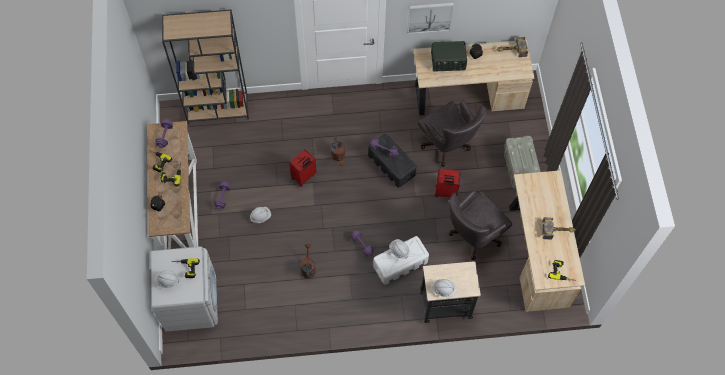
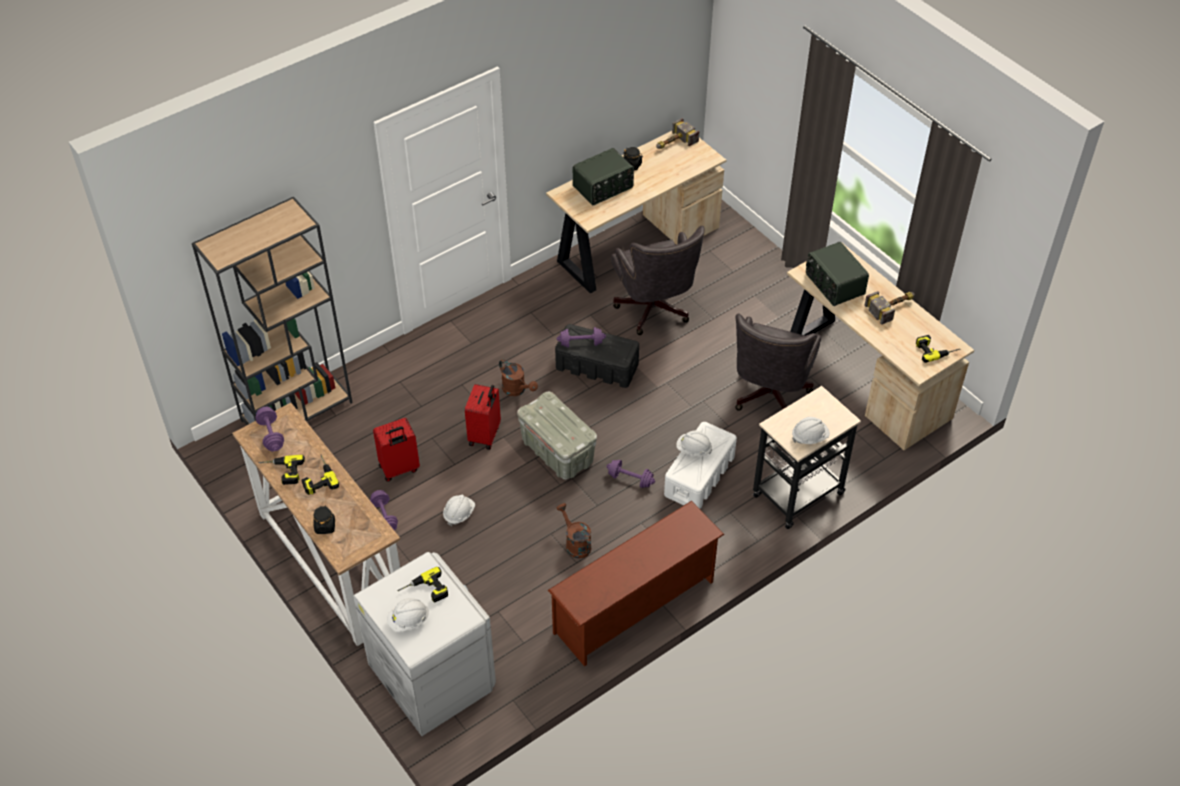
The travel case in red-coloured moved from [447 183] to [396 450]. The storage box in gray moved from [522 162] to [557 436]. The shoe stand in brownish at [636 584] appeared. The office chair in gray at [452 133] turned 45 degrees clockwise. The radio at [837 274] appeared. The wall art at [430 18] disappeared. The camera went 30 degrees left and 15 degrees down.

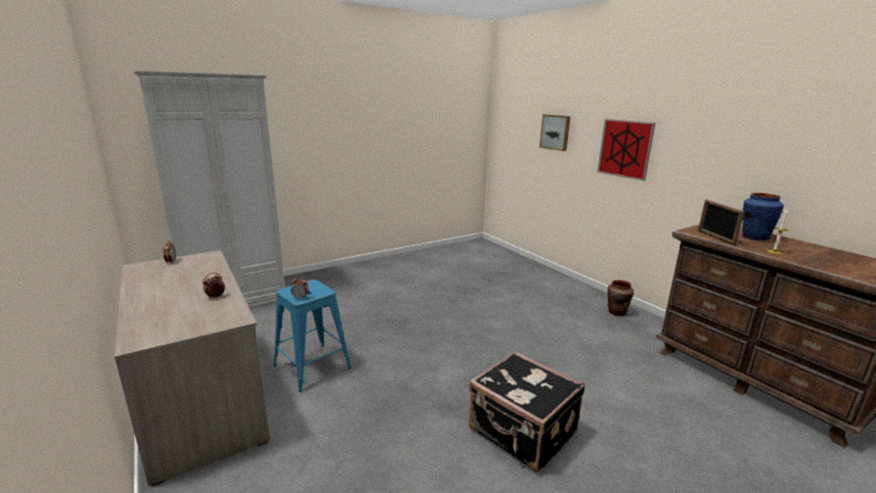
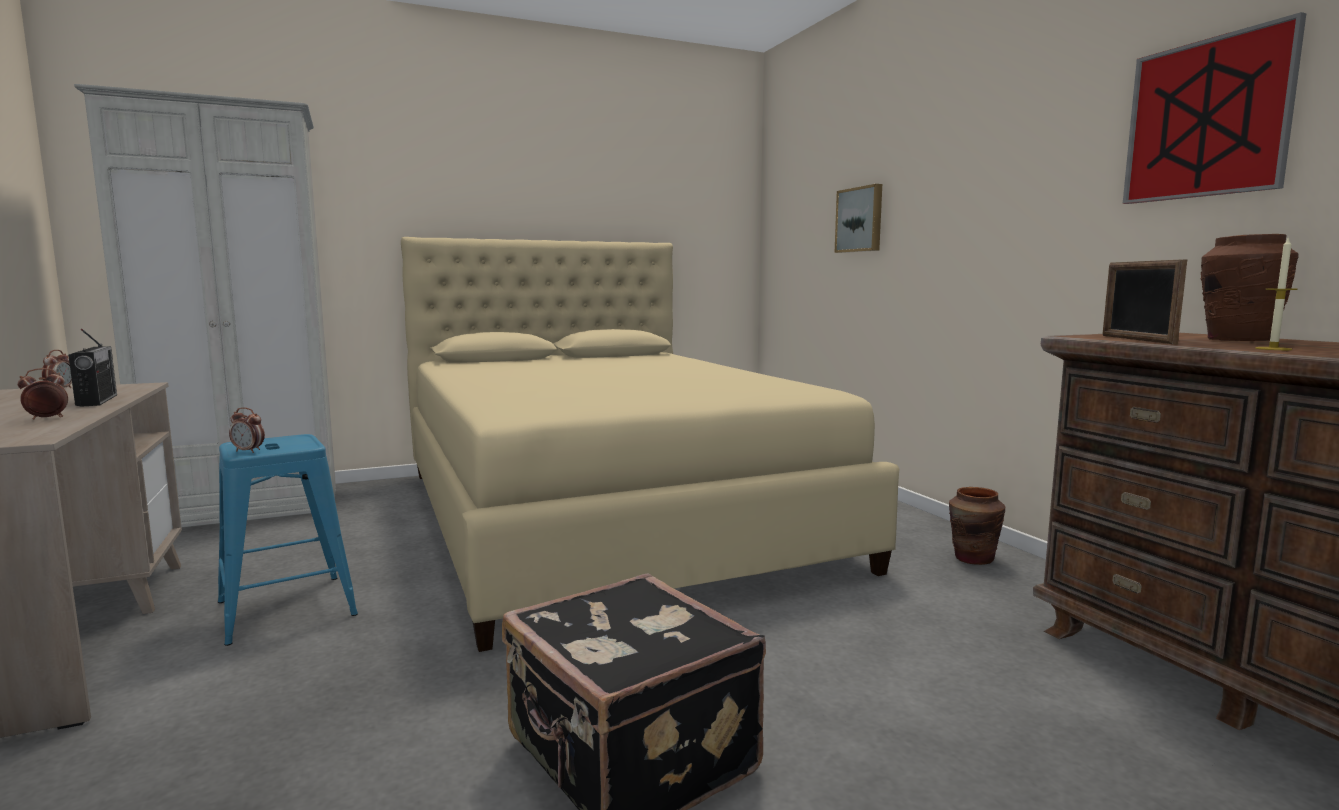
The radio at [92 368] appeared. The sleeping bed in beige at [650 444] appeared. The wall art moved from [626 150] to [1215 108]. The flower vase in blue-coloured at [763 217] became the flower vase in brownish at [1250 287]. The camera went 10 degrees right and 10 degrees down.

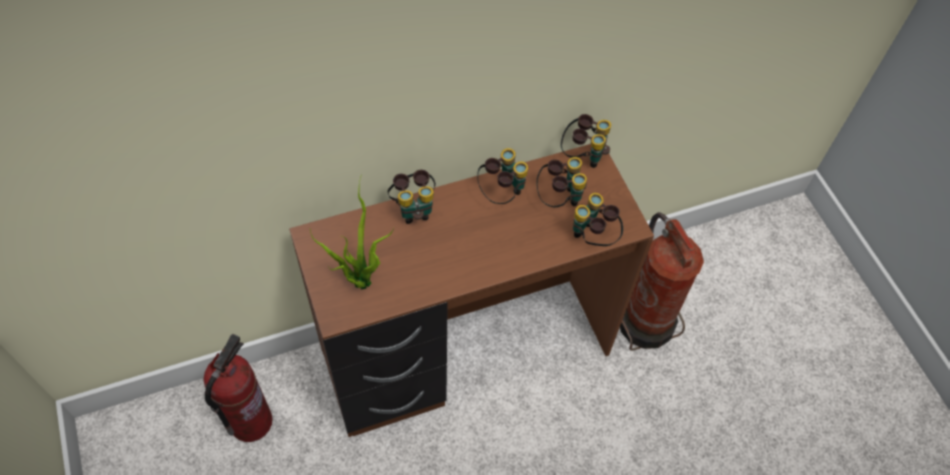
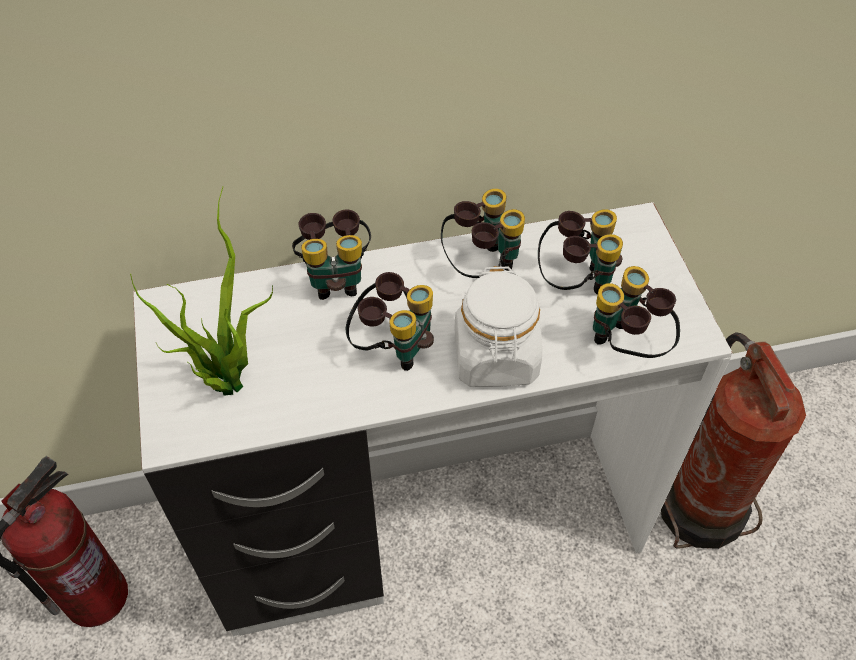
The desk in brownish at [471 290] became the desk in white at [432 419]. The binoculars moved from [586 141] to [390 321]. The storage jar in white at [498 326] appeared. The camera went 10 degrees right and 5 degrees down.

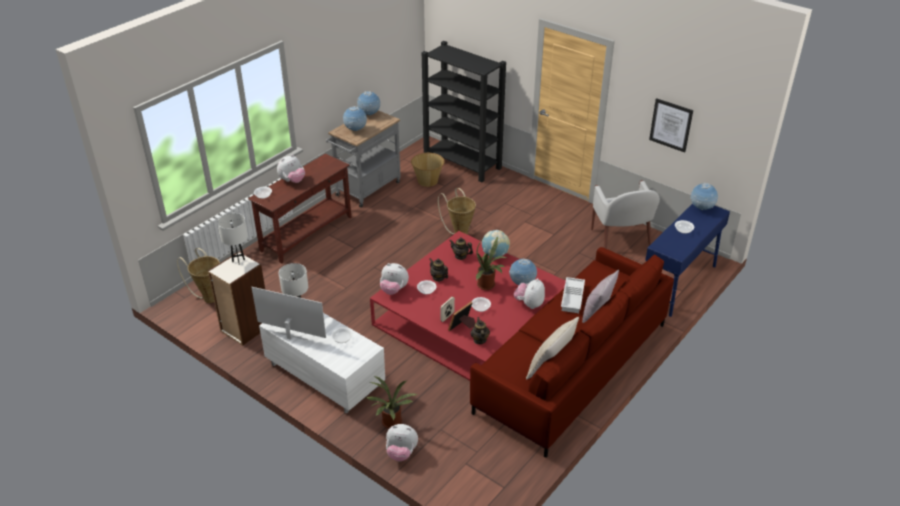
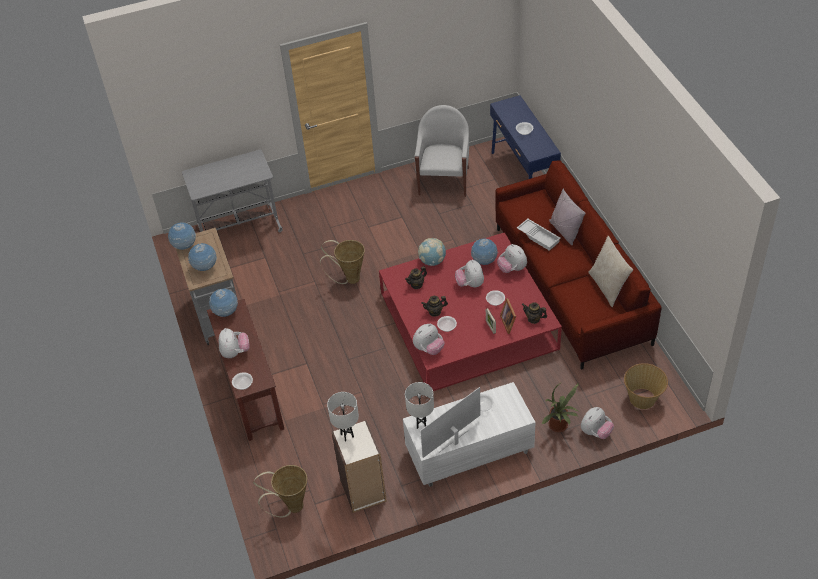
The shelving unit in blackish at [464 112] was replaced by the desk in gray at [232 191]. The globe moved from [704 196] to [223 303]. The easy chair in white at [625 214] turned 105 degrees counterclockwise. The plant in a pot at [491 263] was replaced by the soft toy at [469 273]. The household basket moved from [428 170] to [646 386]. The wall art at [671 125] disappeared. The camera went 55 degrees left and 10 degrees up.

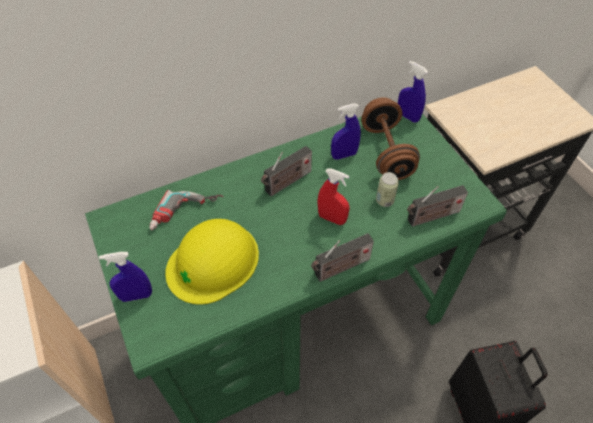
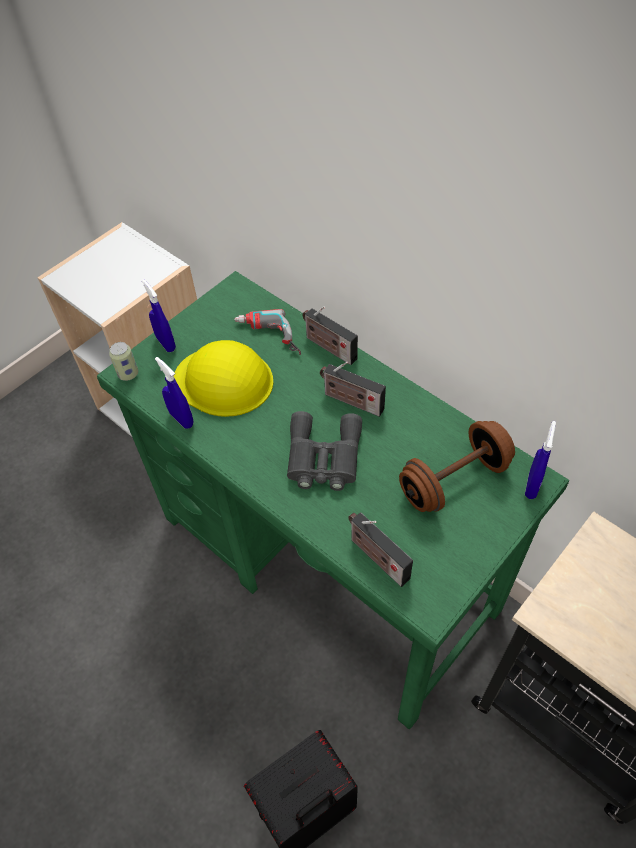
The metal can moved from [387 189] to [123 361]. The sprayer in blue-coloured moved from [346 131] to [174 393]. The sprayer in red-coloured at [333 196] was replaced by the binoculars in gray at [324 451]. The radio moved from [342 257] to [330 335]. The camera went 70 degrees right and 0 degrees up.

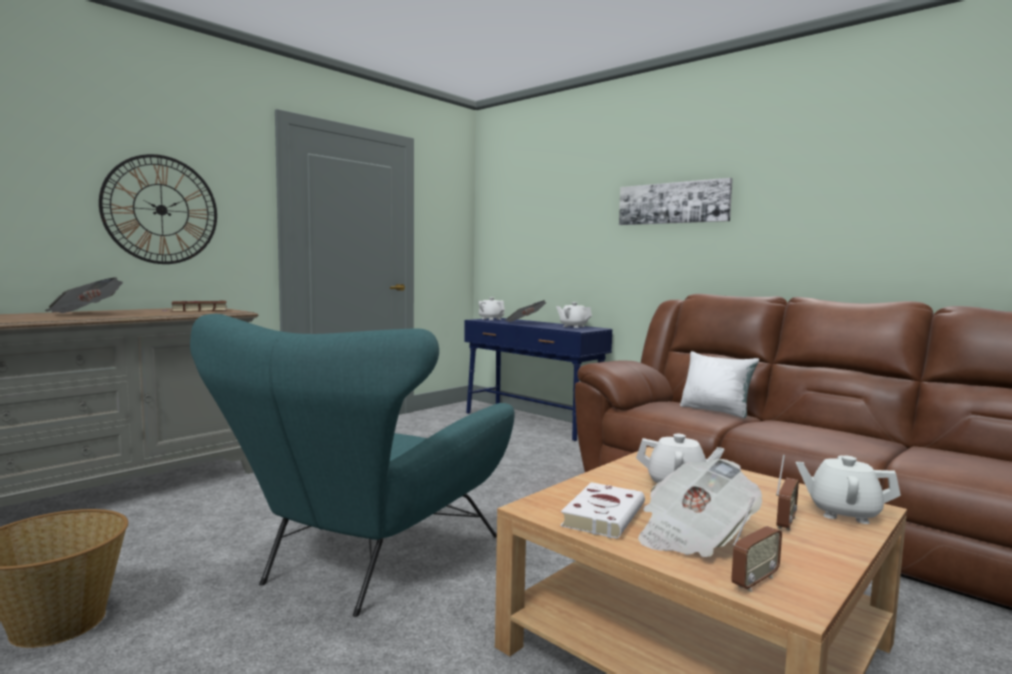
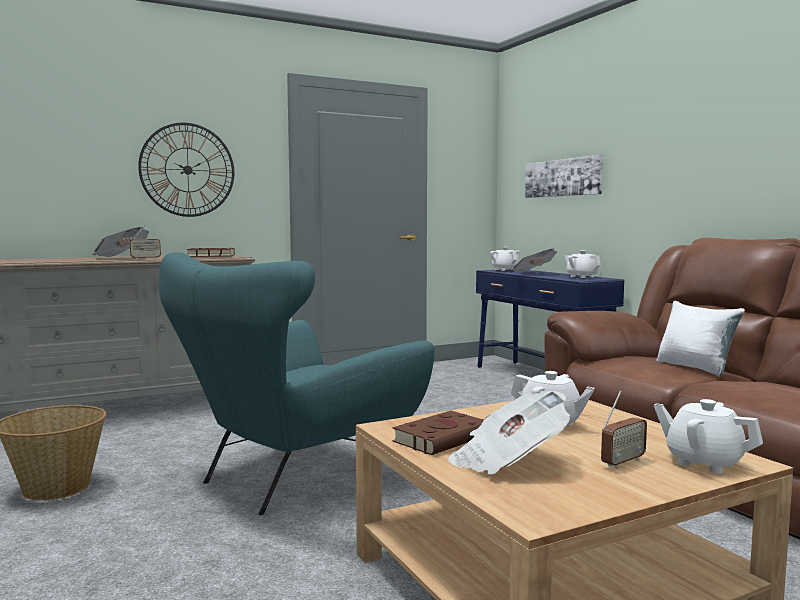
The radio moved from [756 544] to [145 242]. The volume in white at [602 510] became the volume in brownish at [438 433]. The wall art moved from [676 201] to [564 176]. The camera went 20 degrees right and 0 degrees up.

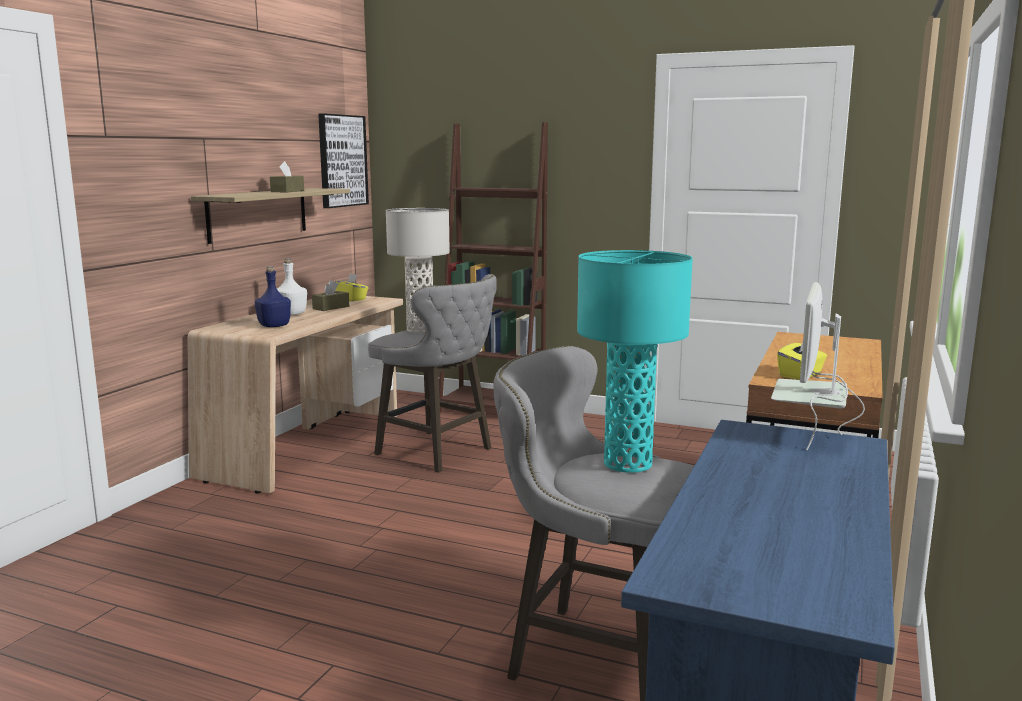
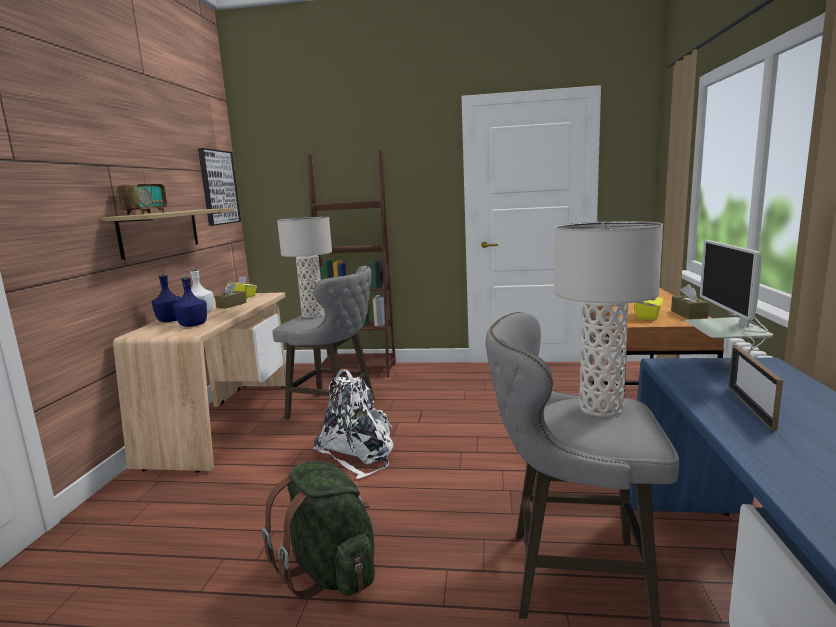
The radio at [142 188] appeared. The beverage bottle in blue-coloured at [166 297] appeared. The rucksack in greenish at [318 530] appeared. The rucksack in white at [353 424] appeared. The table lamp in turquoise-coloured at [635 361] became the table lamp in white at [609 319]. The tissue box in brownish moved from [287 176] to [690 301]. The photo frame at [756 388] appeared. The camera went 15 degrees left and 0 degrees up.

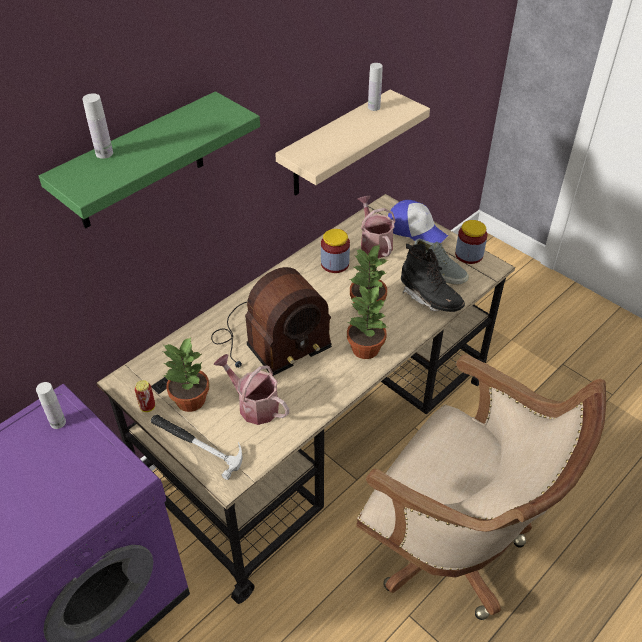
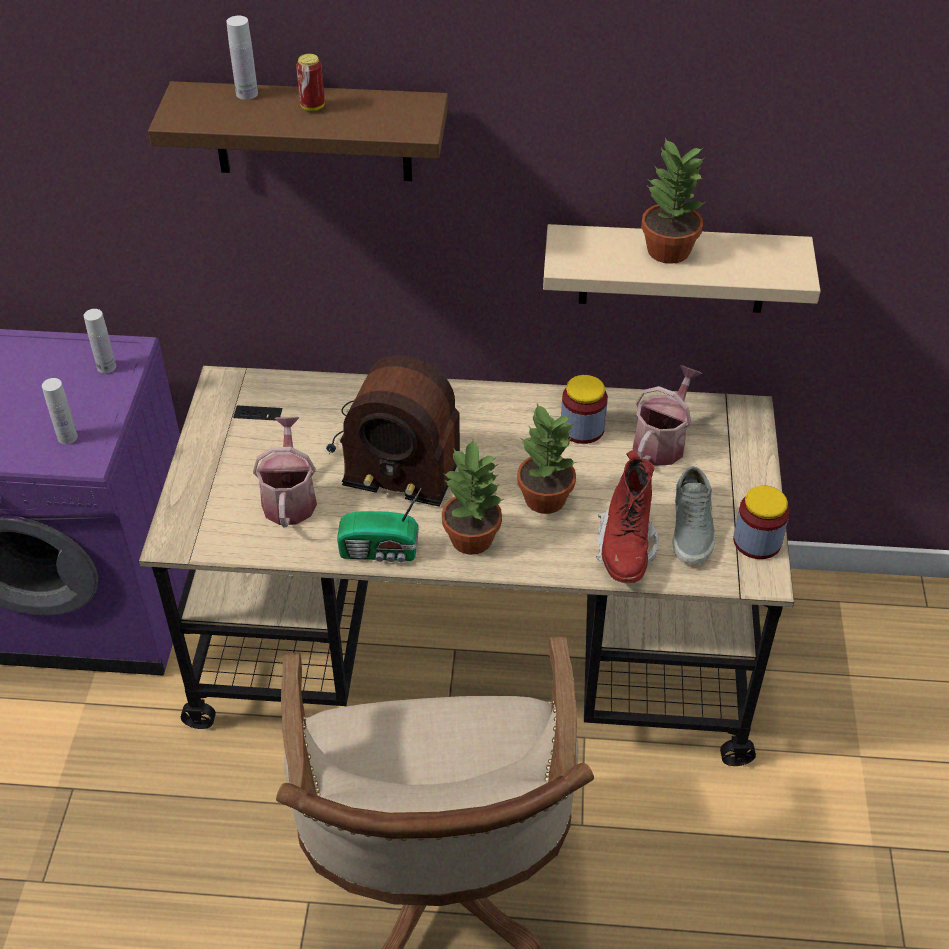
The beverage bottle in white moved from [375 87] to [60 411]. The shelf in greenish at [149 160] became the shelf in brownish at [298 131]. The metal can moved from [145 396] to [310 82]. The radio at [379 525] appeared. The tall boot in blackish at [433 278] became the tall boot in red-coloured at [627 516]. The plant in a pot moved from [186 374] to [673 201]. The hand hammer at [197 447] disappeared. The peaked cap at [418 221] disappeared. The camera went 50 degrees right and 0 degrees up.

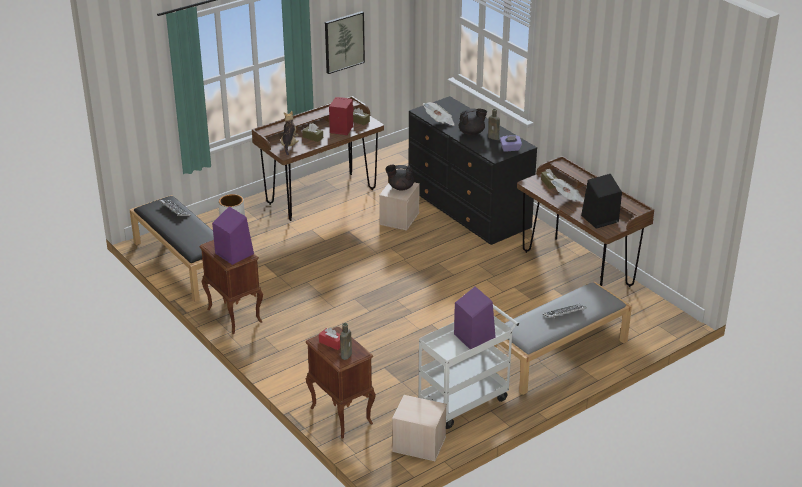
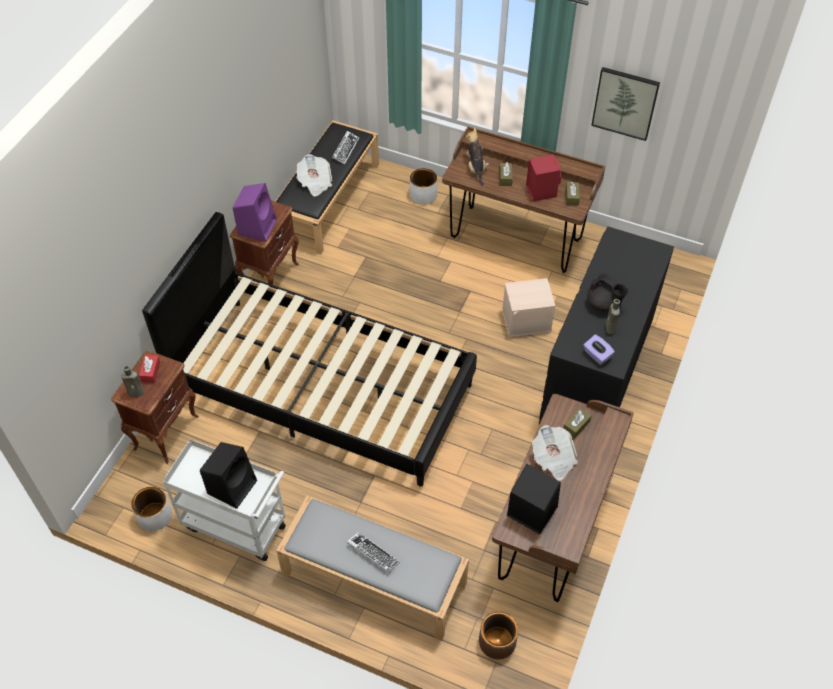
The storage box in beige at [419 428] was replaced by the plant pot in white at [151 509]. The sleeping bed in blackish at [309 349] appeared. The audio speaker in purple-coloured at [475 317] became the audio speaker in blackish at [228 475]. The printed paper moved from [438 113] to [314 175]. The soft toy at [290 133] turned 75 degrees counterclockwise. The plant pot in brownish at [498 636] appeared. The teapot in blackish at [399 178] disappeared. The camera went 60 degrees right and 20 degrees up.

